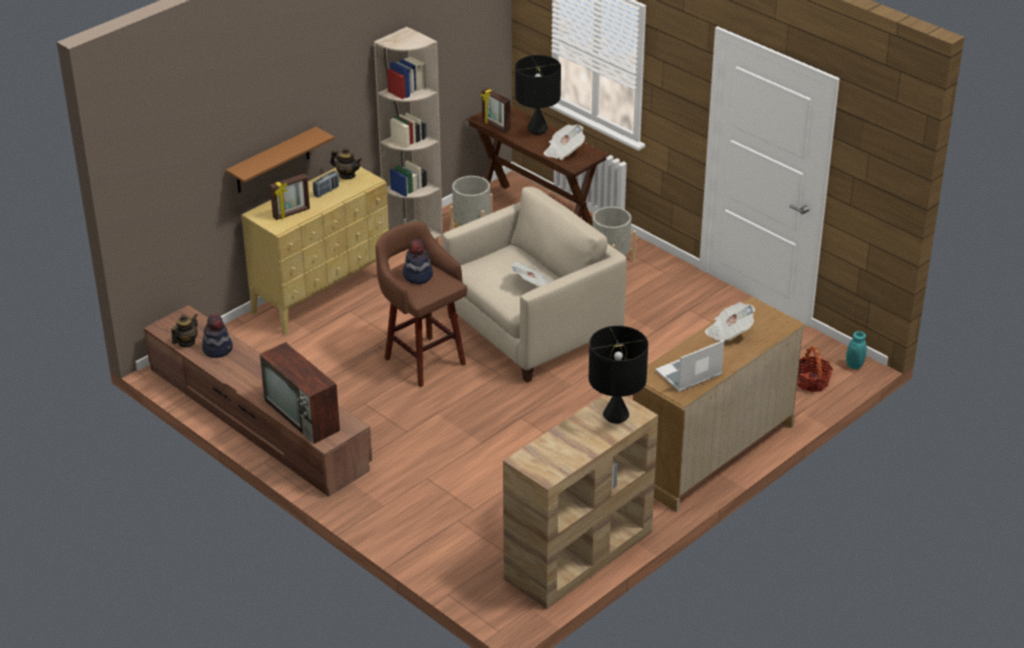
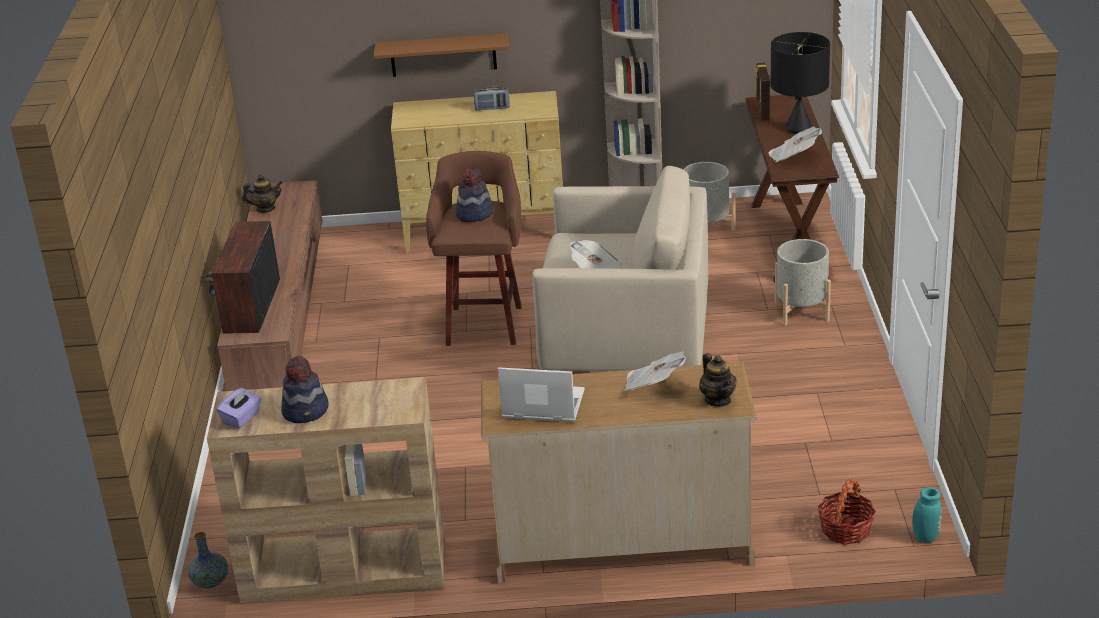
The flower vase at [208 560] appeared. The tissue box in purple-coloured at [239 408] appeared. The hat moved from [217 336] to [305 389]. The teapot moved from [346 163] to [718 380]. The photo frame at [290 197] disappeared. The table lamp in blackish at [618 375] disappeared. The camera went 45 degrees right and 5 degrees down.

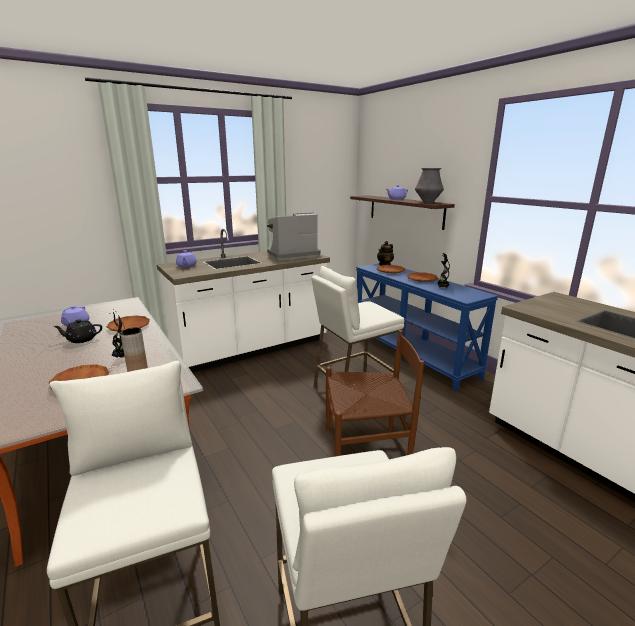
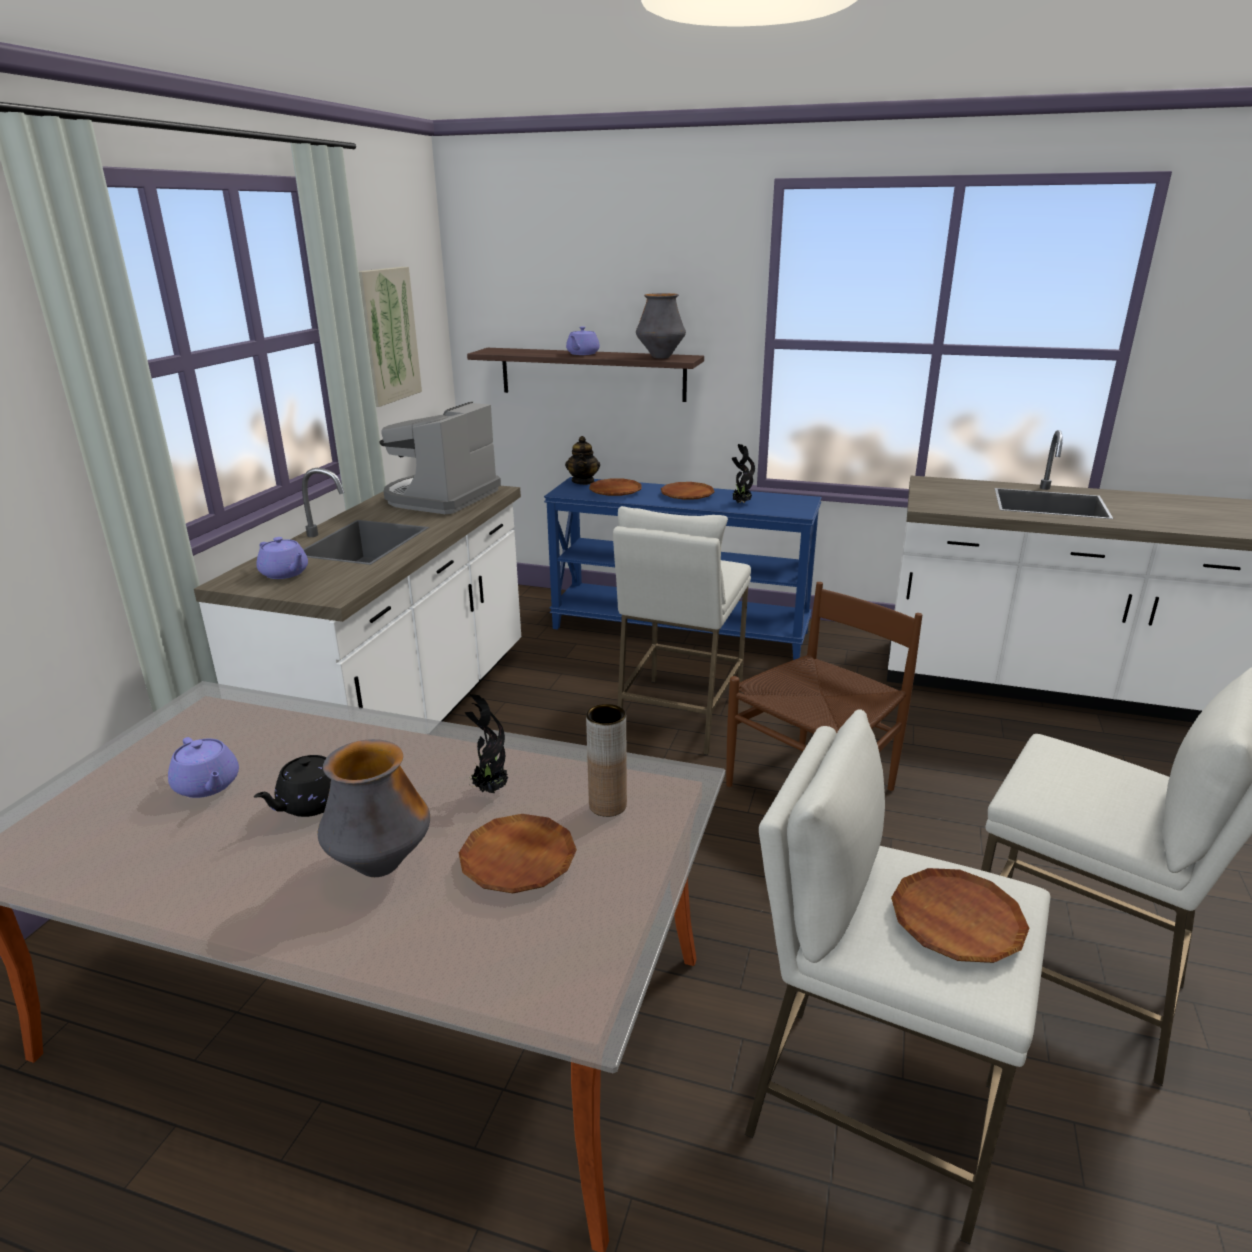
The flower vase at [373 808] appeared. The wall art at [390 337] appeared. The flat dish in brownish moved from [128 323] to [960 915]. The camera went 40 degrees left and 5 degrees up.

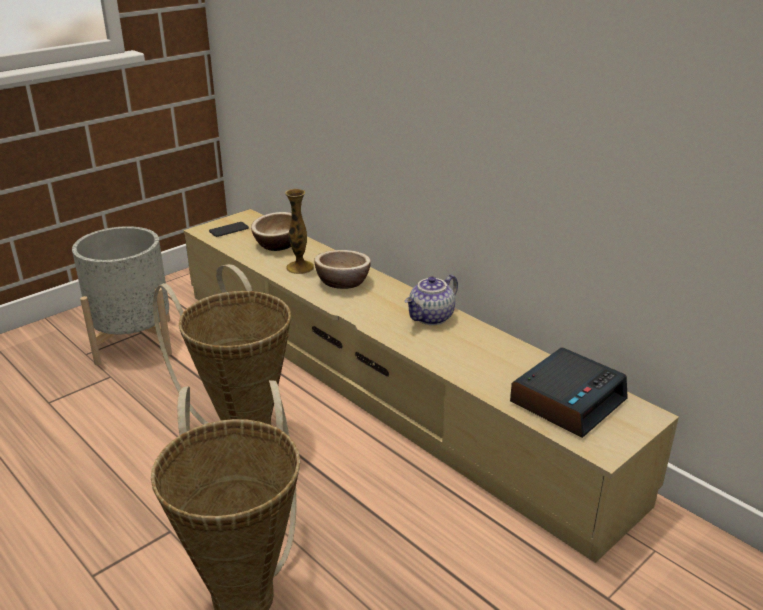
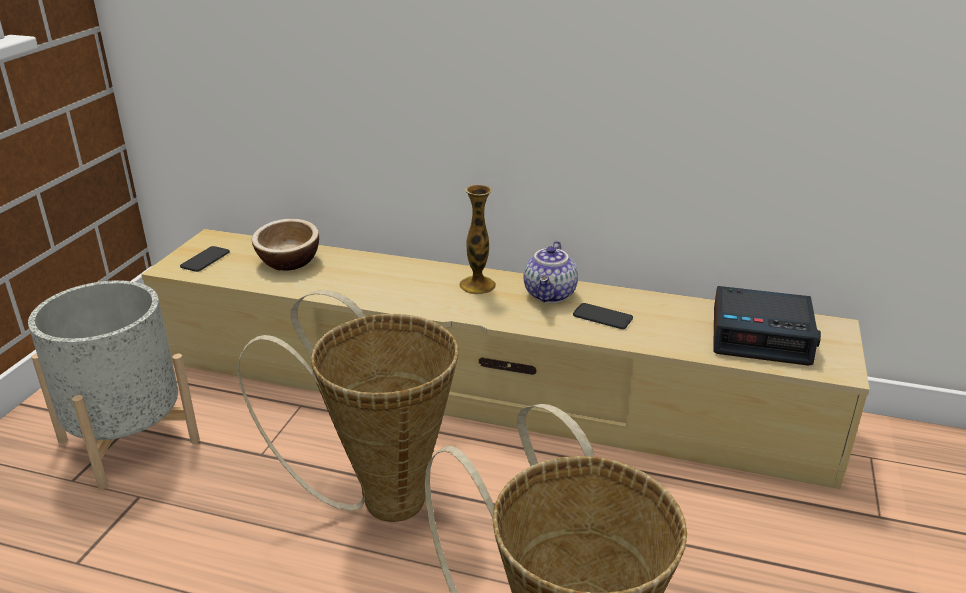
The flower vase moved from [299 231] to [477 239]. The phone at [603 316] appeared. The alarm clock at [569 392] turned 90 degrees clockwise. The serving bowl at [342 269] disappeared. The camera went 30 degrees left and 0 degrees up.

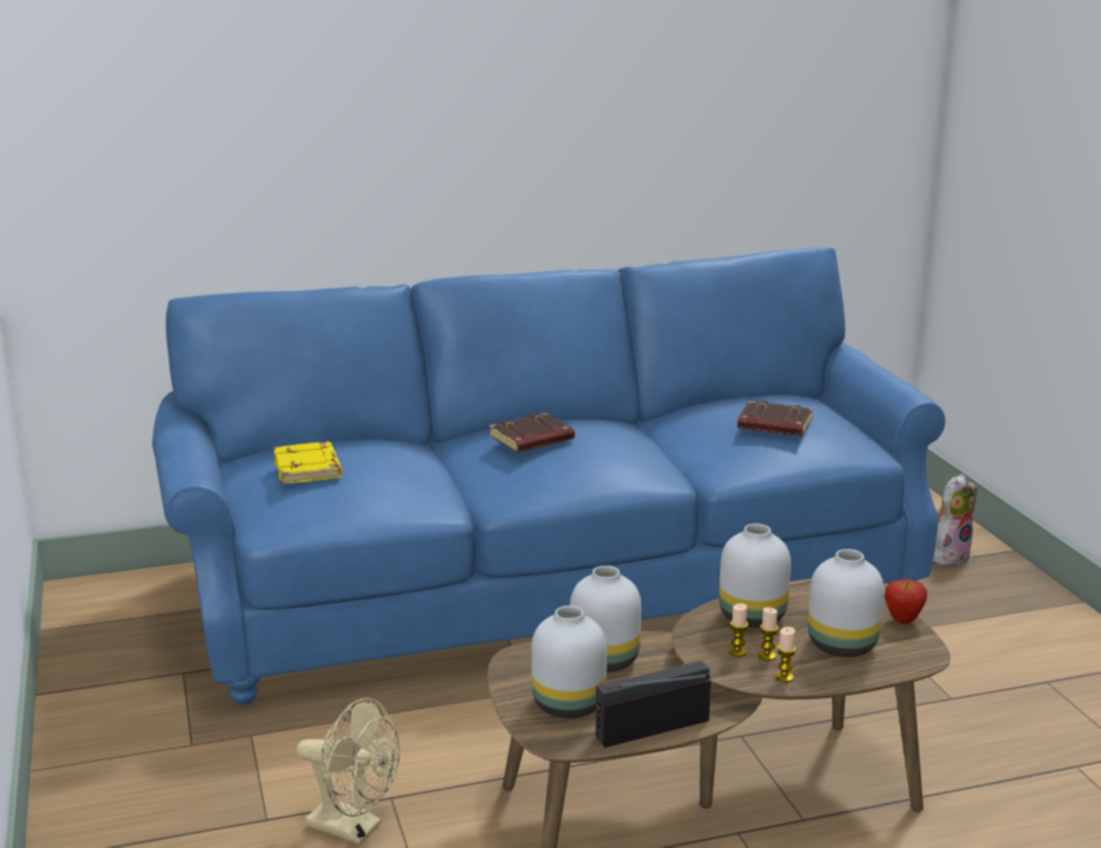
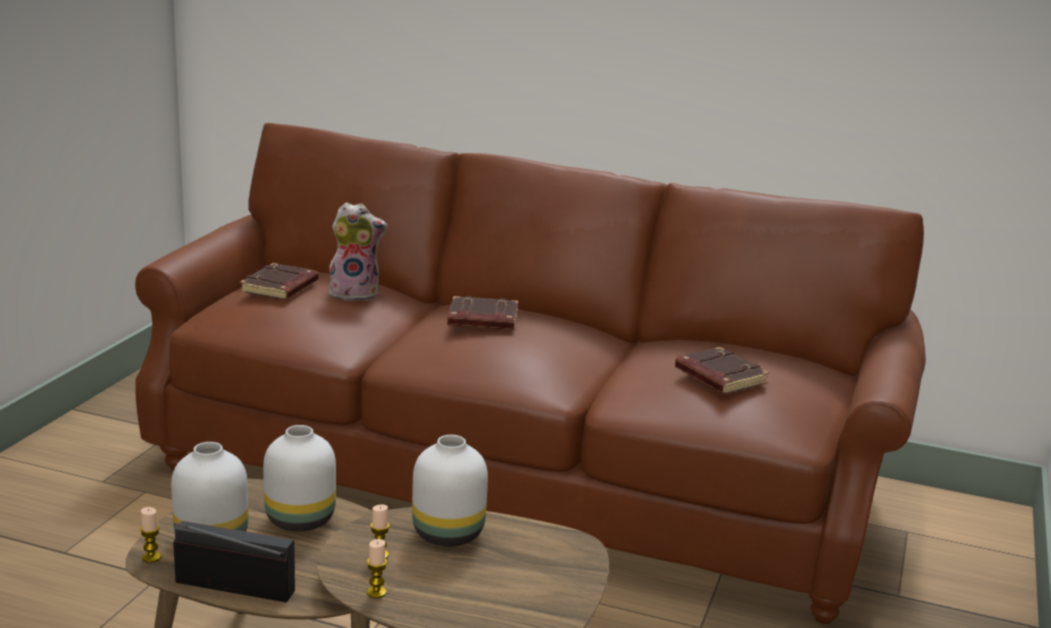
The settee in blue-coloured at [548 476] became the settee in brownish at [530 373]. The candle moved from [768 634] to [150 535]. The volume in yellow at [308 462] became the volume in brownish at [279 281]. The soft toy moved from [955 520] to [357 251]. The electric fan in beige at [348 771] disappeared. The flower vase in white at [846 603] disappeared. The apple at [906 601] disappeared. The camera went 35 degrees right and 0 degrees up.

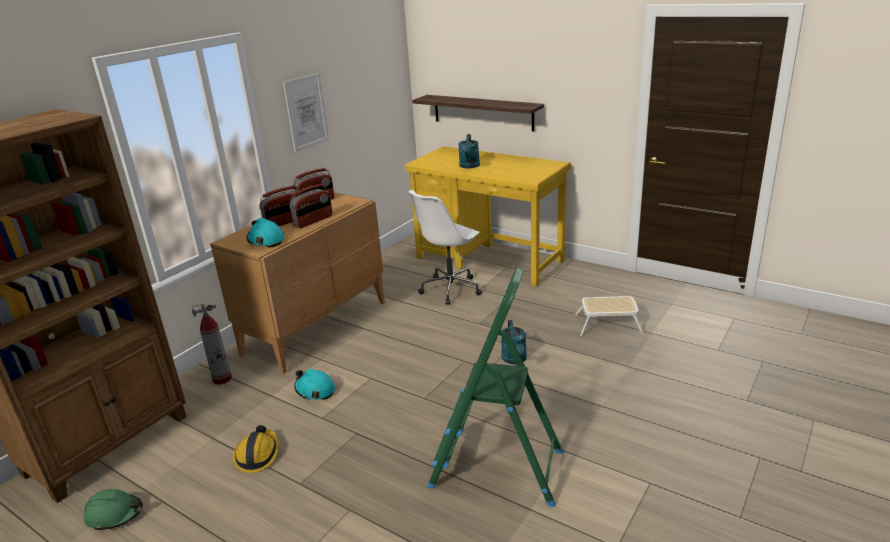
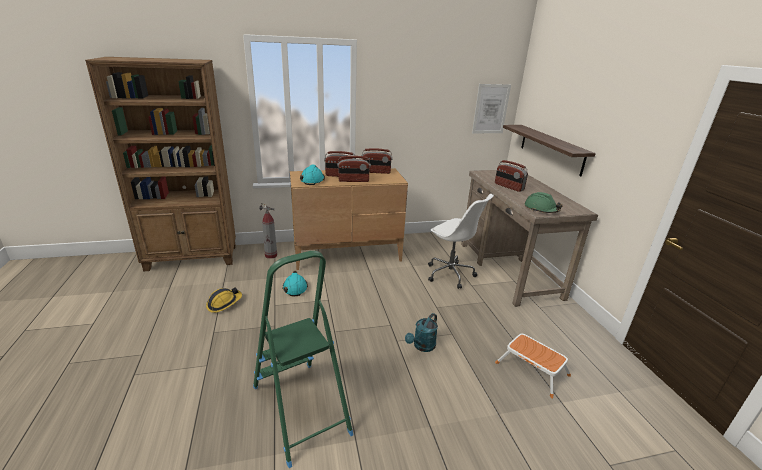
The office chair in white at [445 247] turned 135 degrees counterclockwise. The desk in yellow at [488 216] became the desk in brownish at [529 238]. The wall art moved from [306 112] to [491 108]. The watering can in turquoise-coloured at [469 151] was replaced by the radio at [511 176]. The step stool in beige at [609 316] became the step stool in orange-coloured at [533 366]. The hard hat in greenish moved from [113 510] to [544 202]. The camera went 40 degrees right and 0 degrees up.

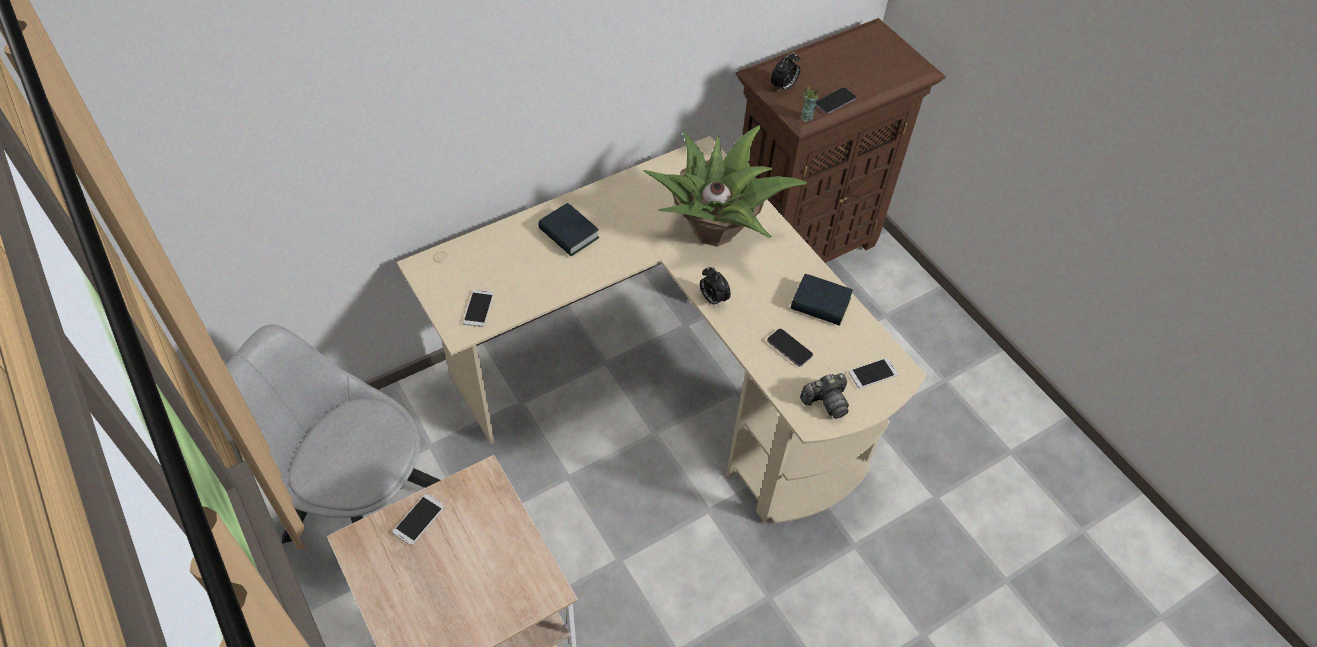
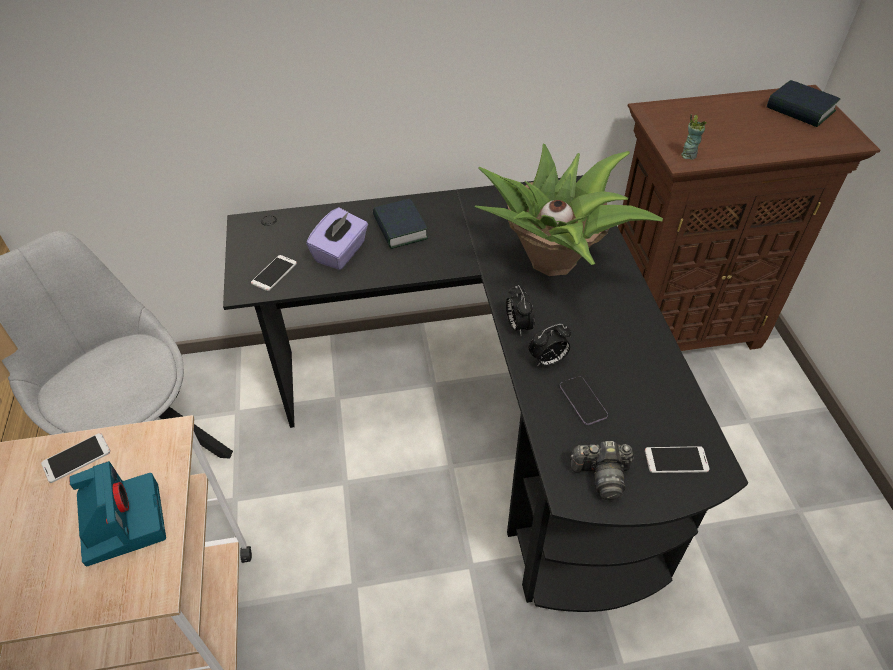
The photo camera at [117 513] appeared. The desk in beige at [661 330] became the desk in blackish at [485 393]. The tissue box in purple-coloured at [337 238] appeared. The alarm clock moved from [786 72] to [550 345]. The volume moved from [822 300] to [804 103]. The phone at [835 100] disappeared. The camera went 25 degrees right and 5 degrees down.

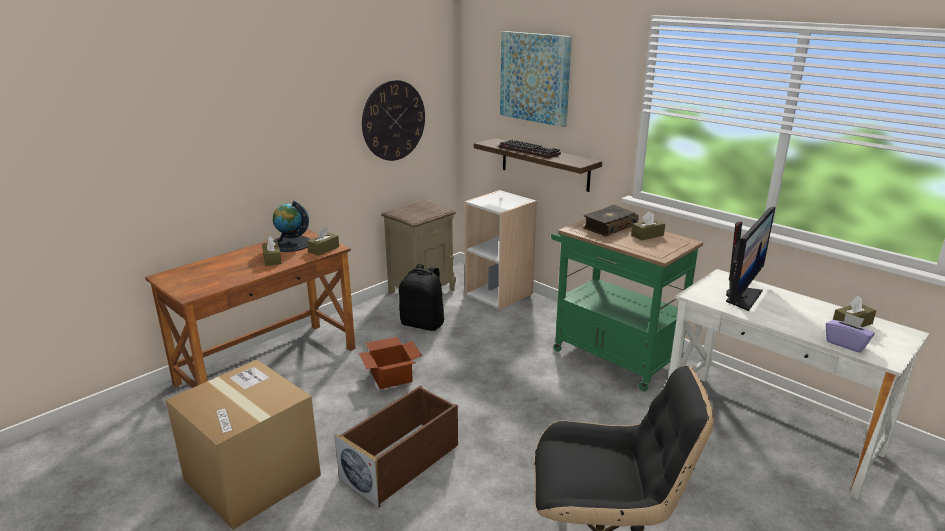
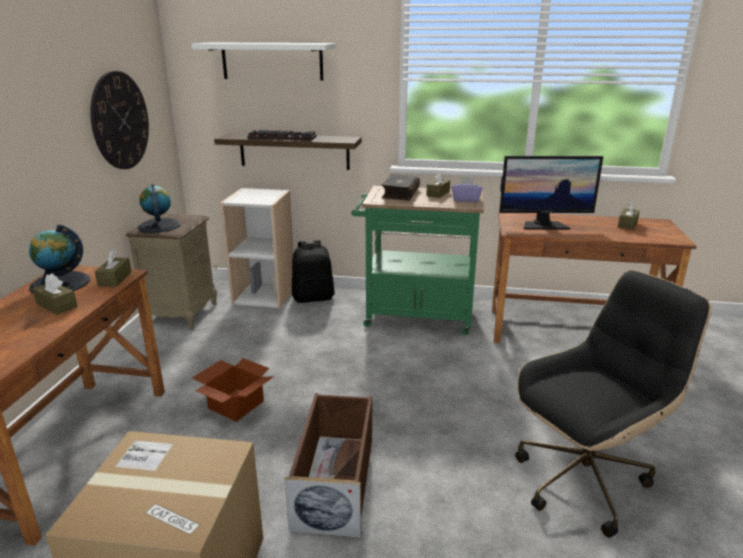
The globe at [159 208] appeared. The wall art at [536 79] was replaced by the shelf in white at [263 61]. The rucksack in blackish moved from [421 297] to [313 271]. The tissue box in purple-coloured moved from [850 333] to [467 189]. The desk in white at [799 384] became the desk in brownish at [594 277]. The computer display at [750 259] turned 90 degrees clockwise. The camera went 35 degrees left and 0 degrees up.

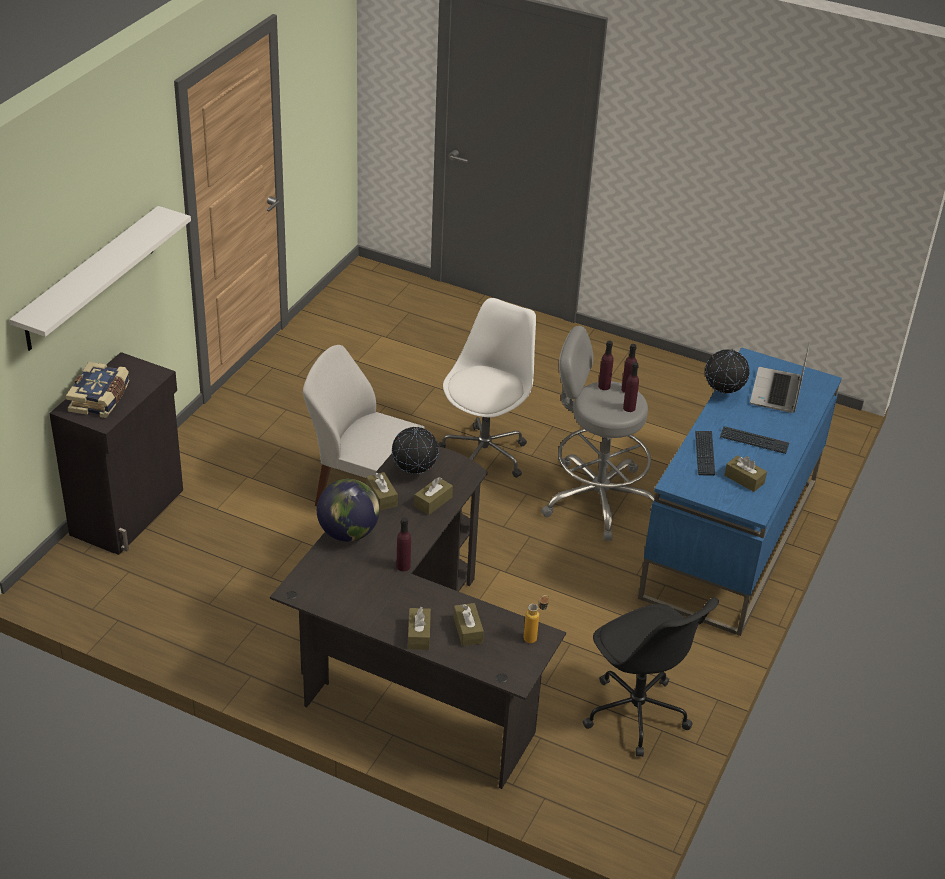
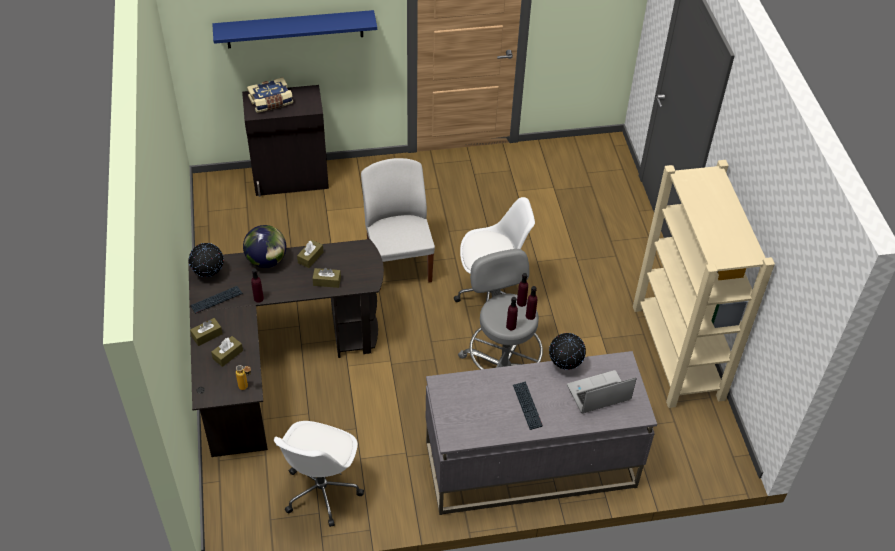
The globe moved from [415 450] to [206 260]. The keyboard moved from [705 453] to [216 300]. The shelf in white at [100 278] became the shelf in blue-coloured at [294 29]. The office chair in blackish at [650 677] became the office chair in white at [319 474]. The desk in blue-coloured at [740 491] became the desk in gray at [541 433]. The shelving unit in beige at [704 284] appeared. The tissue box in brownish at [745 473] disappeared. The camera went 55 degrees right and 10 degrees up.

